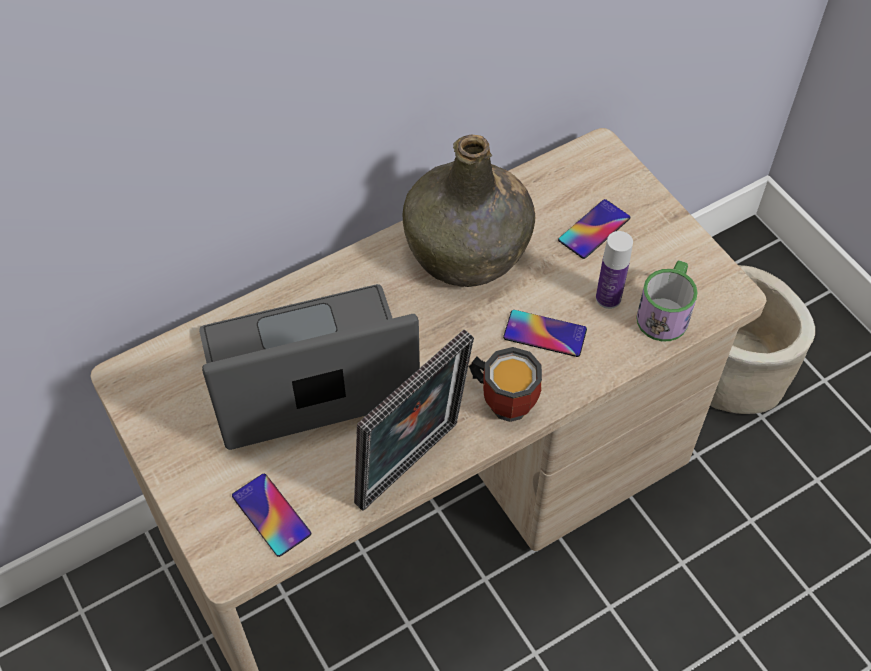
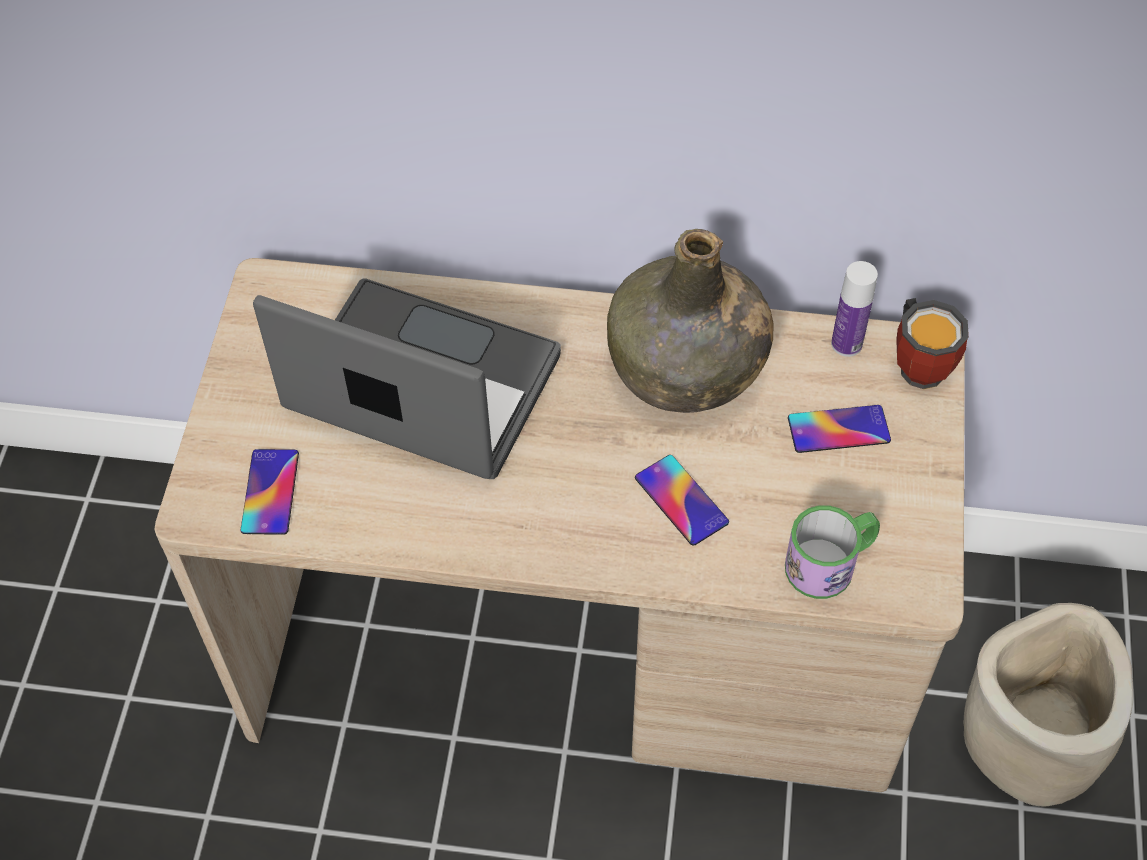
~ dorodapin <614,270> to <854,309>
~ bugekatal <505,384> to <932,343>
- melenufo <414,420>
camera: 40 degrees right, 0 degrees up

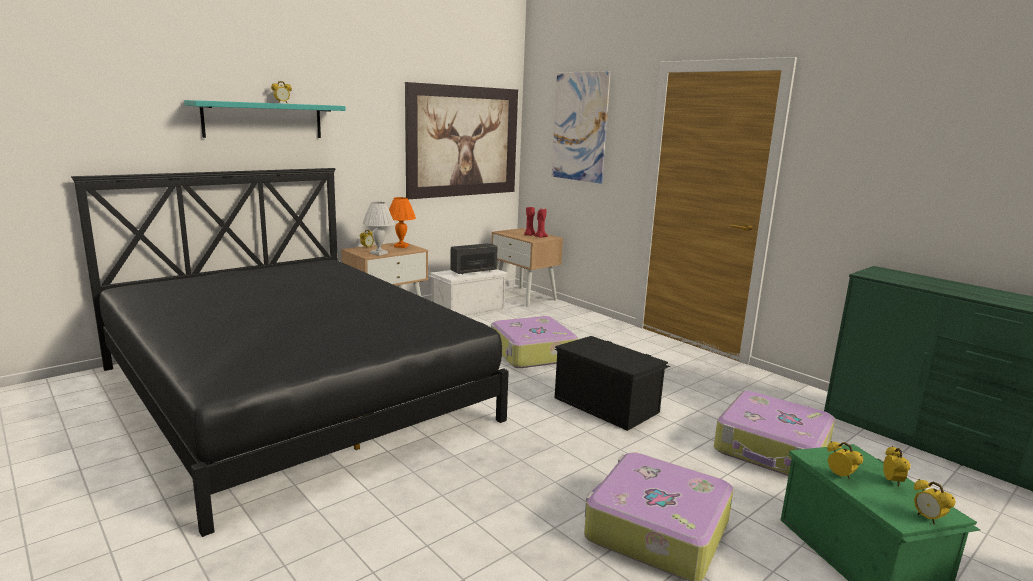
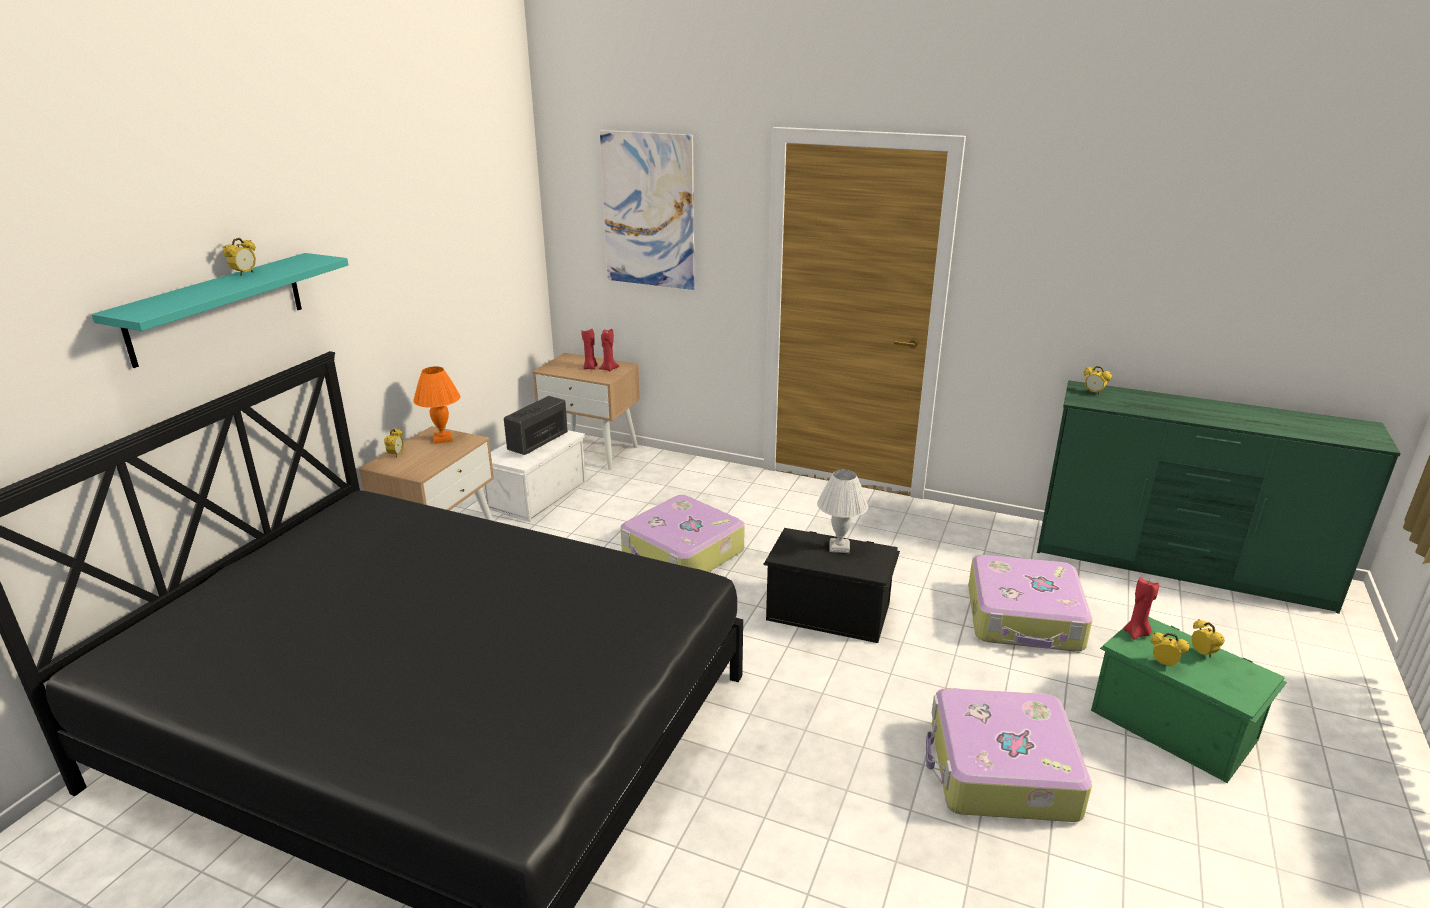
~ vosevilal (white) <378,229> to <842,511>
~ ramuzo <934,501> to <1098,380>
+ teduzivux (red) <1141,608>
- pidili <461,140>
camera: 25 degrees left, 10 degrees up

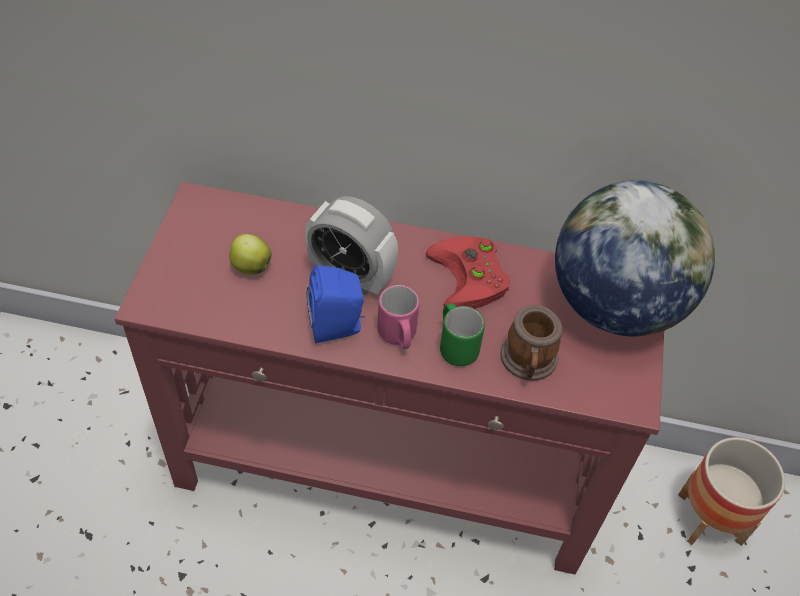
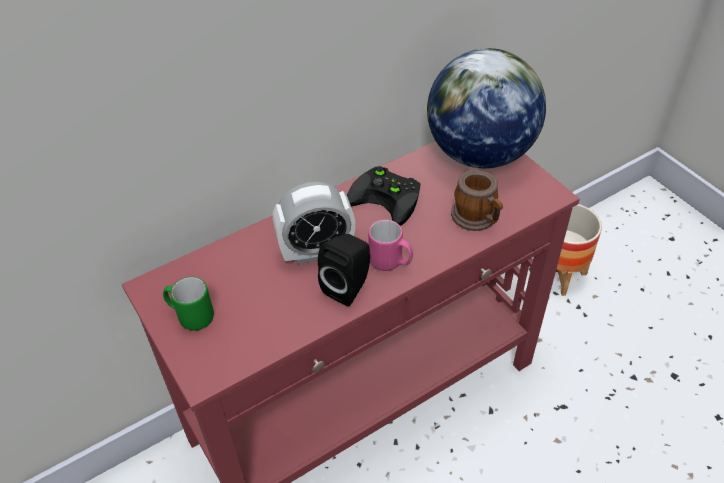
~ bugekatal (green) <462,334> to <188,304>
~ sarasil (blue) <336,304> to sarasil (black) <344,270>
~ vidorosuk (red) <467,272> to vidorosuk (black) <383,196>
- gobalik <250,254>
camera: 40 degrees left, 5 degrees down

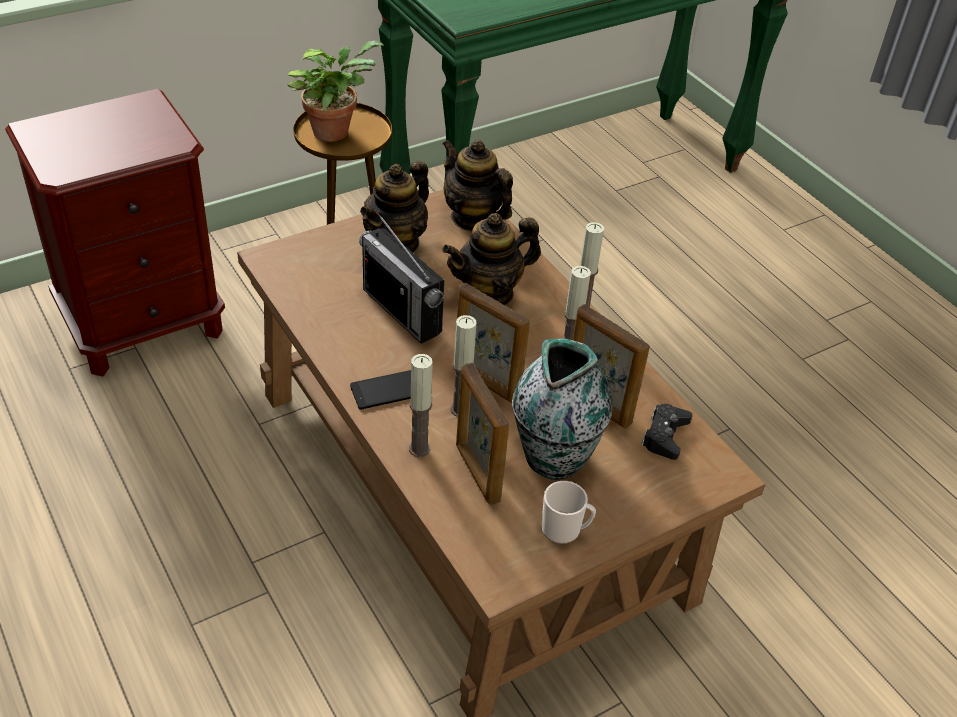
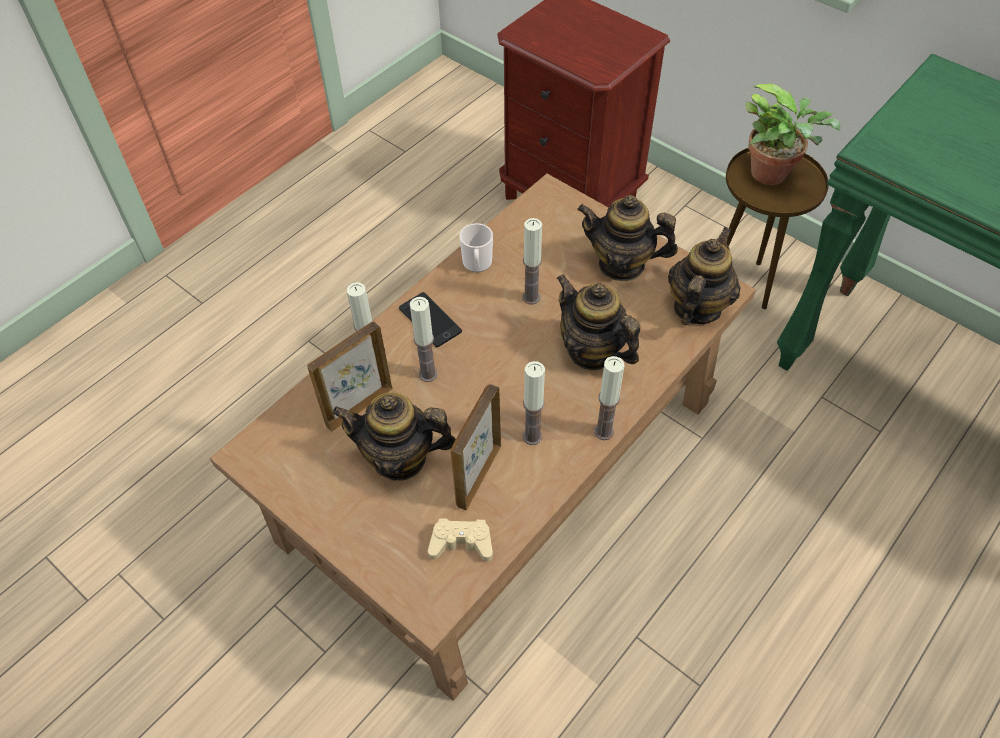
~ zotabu <562,409> to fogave <394,436>
~ vidorosuk (black) <667,432> to vidorosuk (beige) <460,539>
~ bugekatal <568,512> to <476,248>
~ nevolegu <401,277> to teduzivux <532,261>
- melenufo <493,343>
camera: 75 degrees right, 10 degrees up

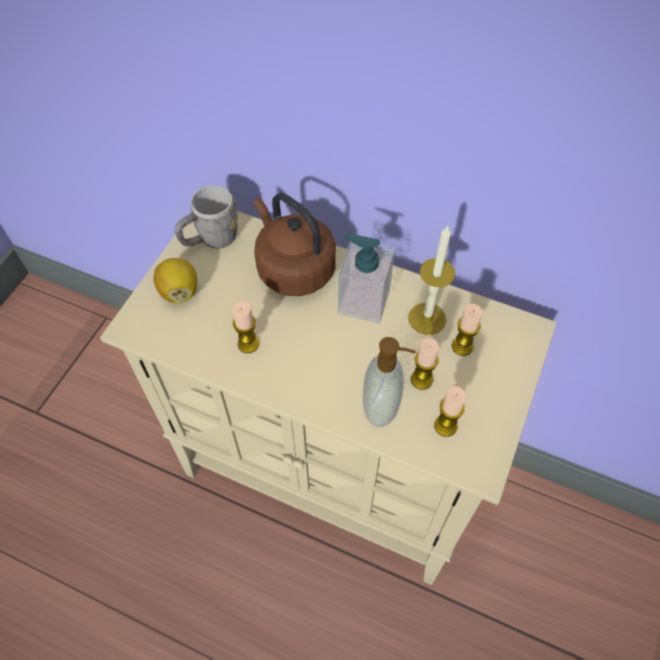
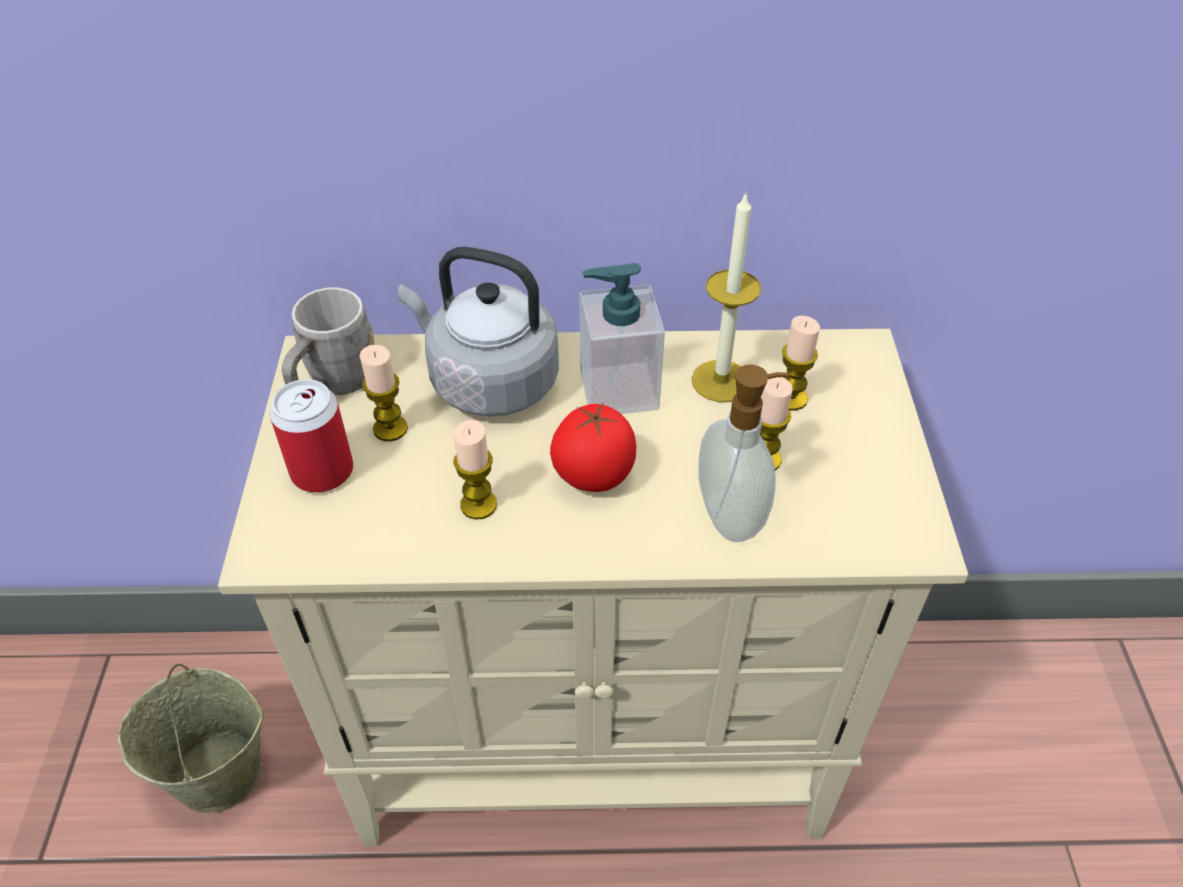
+ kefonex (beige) <190,738>
~ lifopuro <175,280> to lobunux <311,436>
~ teduzivux <450,411> to <384,393>
~ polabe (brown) <295,244> to polabe (grey) <478,332>
+ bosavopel <593,447>
camera: 25 degrees left, 10 degrees down

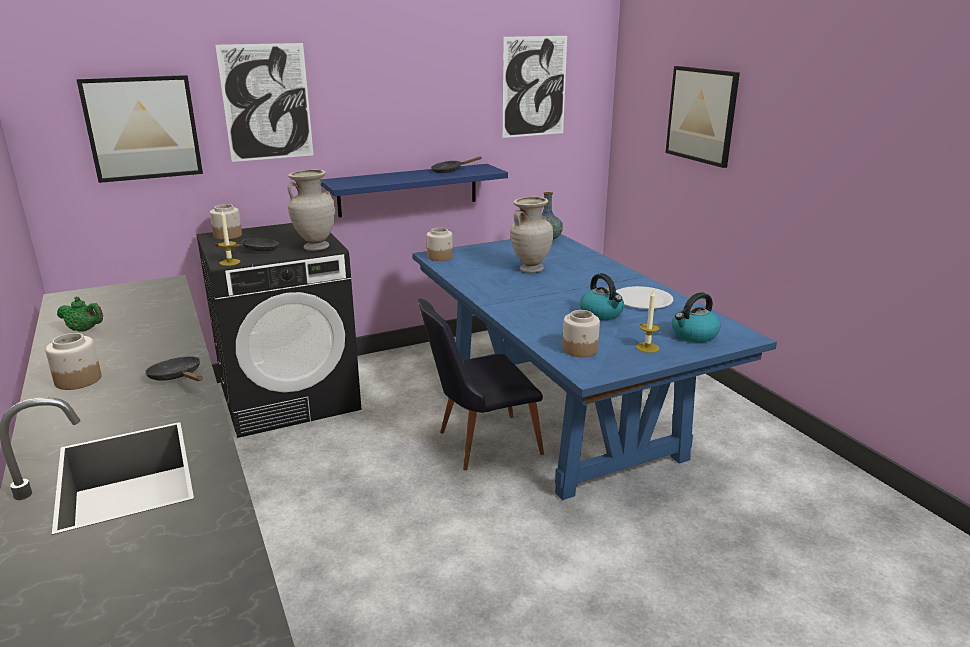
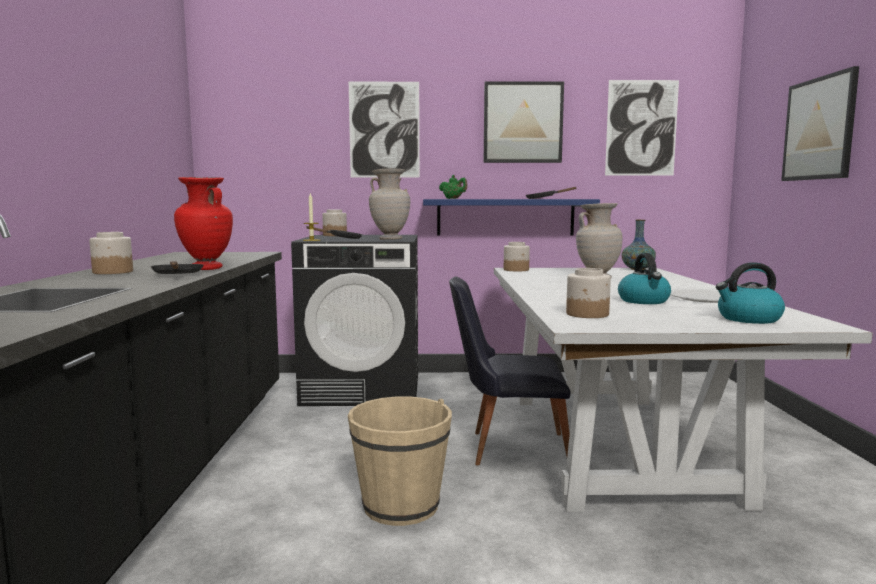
+ zotabu (red) <203,223>
+ kefonex (beige) <400,461>
~ fogave (green) <80,314> to <453,187>
~ pidili <139,129> to <524,122>
~ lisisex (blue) <594,367> to lisisex (white) <683,390>
- teduzivux <648,322>
camera: 25 degrees right, 15 degrees down

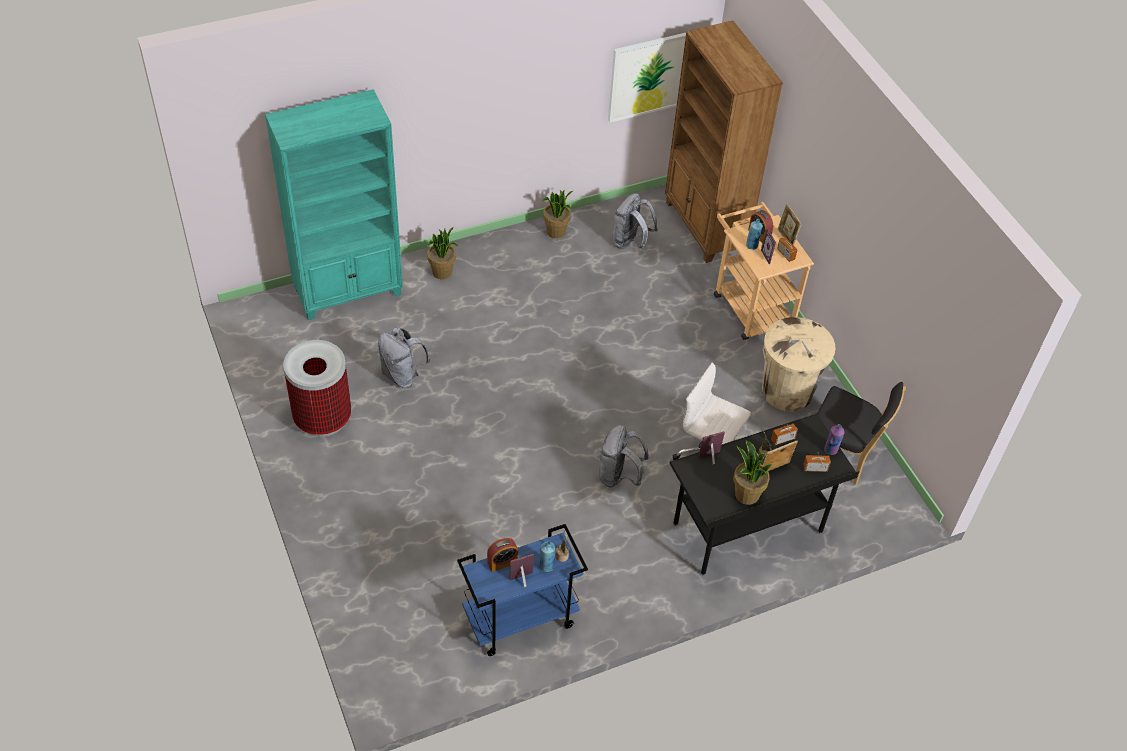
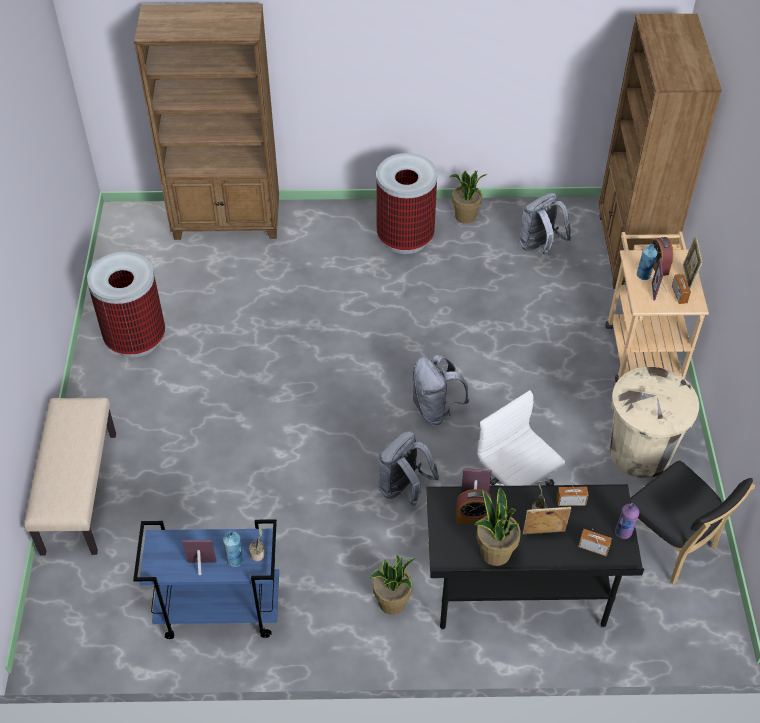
+ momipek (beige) <70,477>
~ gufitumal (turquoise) <334,204> to gufitumal (brown) <206,122>
~ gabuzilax <442,253> to <392,584>
+ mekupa <406,203>
~ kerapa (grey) <404,357> to <440,389>
~ ramuzo <502,555> to <473,506>
- pidili <647,78>
camera: 25 degrees right, 0 degrees up

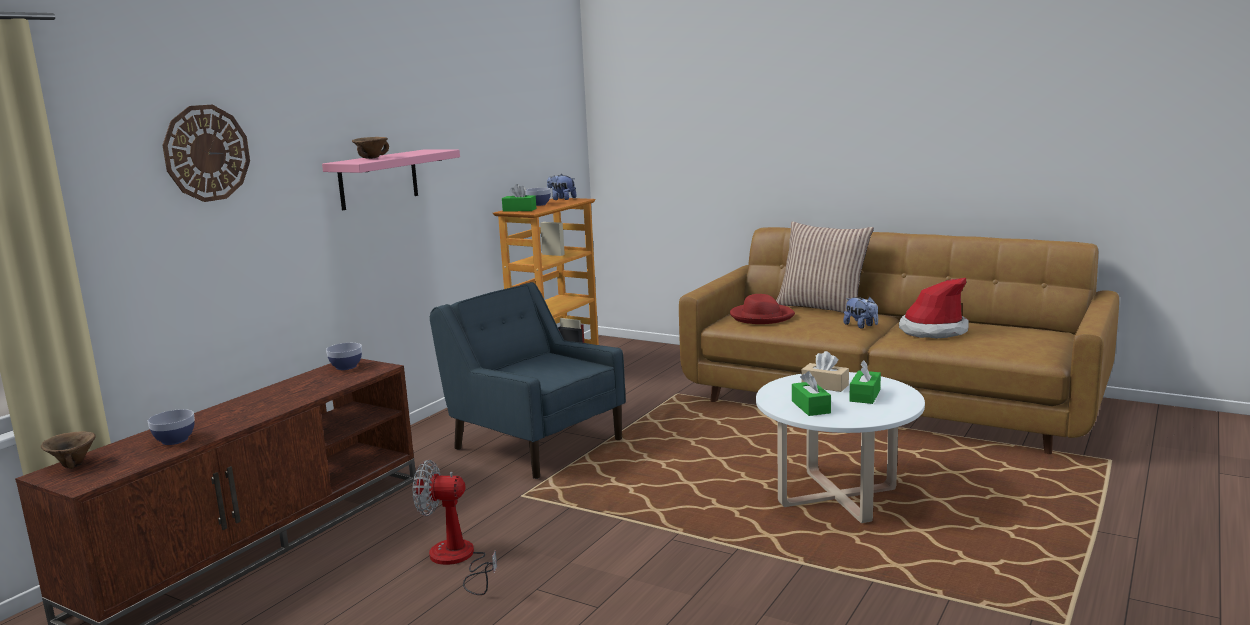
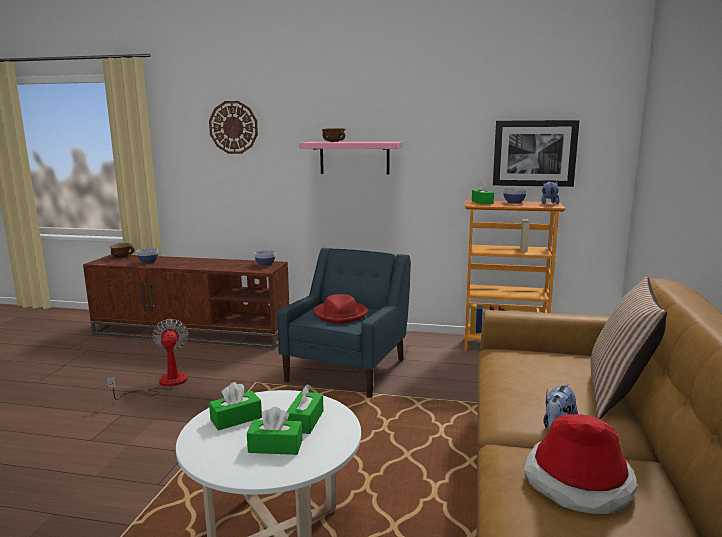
~ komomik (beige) <825,371> to komomik (green) <304,409>
~ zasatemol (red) <762,309> to <340,309>
+ pidili <536,153>
camera: 70 degrees right, 0 degrees up

